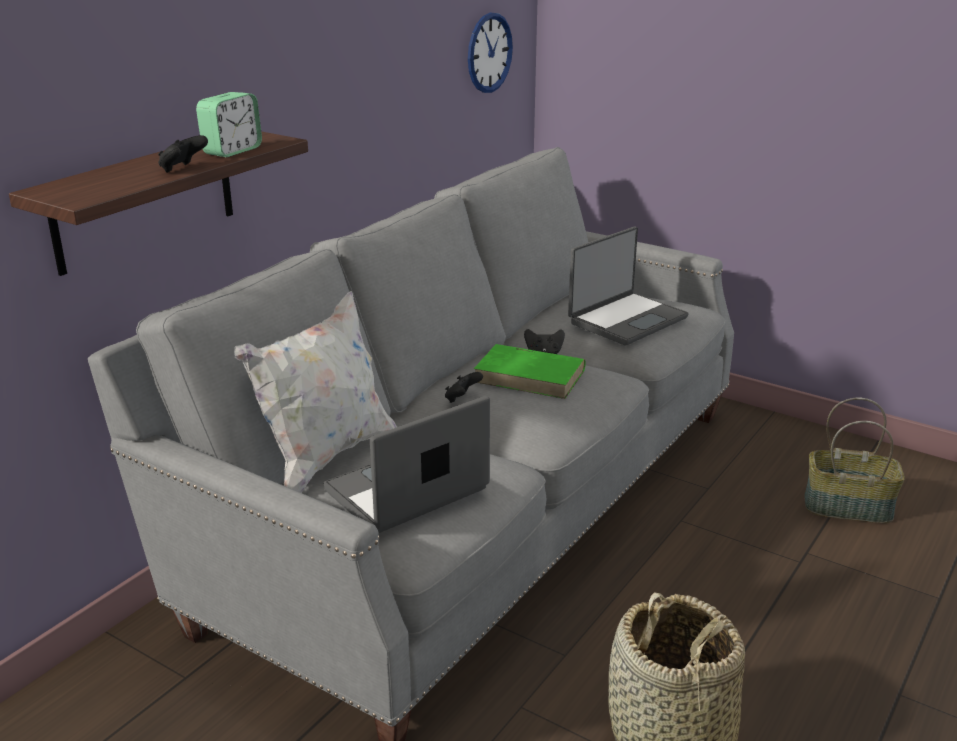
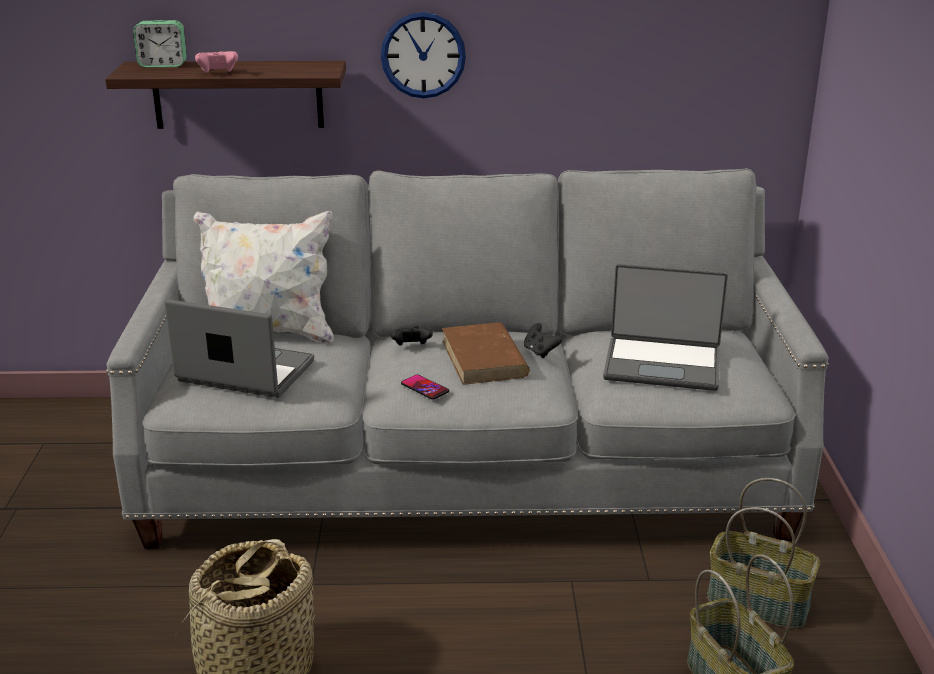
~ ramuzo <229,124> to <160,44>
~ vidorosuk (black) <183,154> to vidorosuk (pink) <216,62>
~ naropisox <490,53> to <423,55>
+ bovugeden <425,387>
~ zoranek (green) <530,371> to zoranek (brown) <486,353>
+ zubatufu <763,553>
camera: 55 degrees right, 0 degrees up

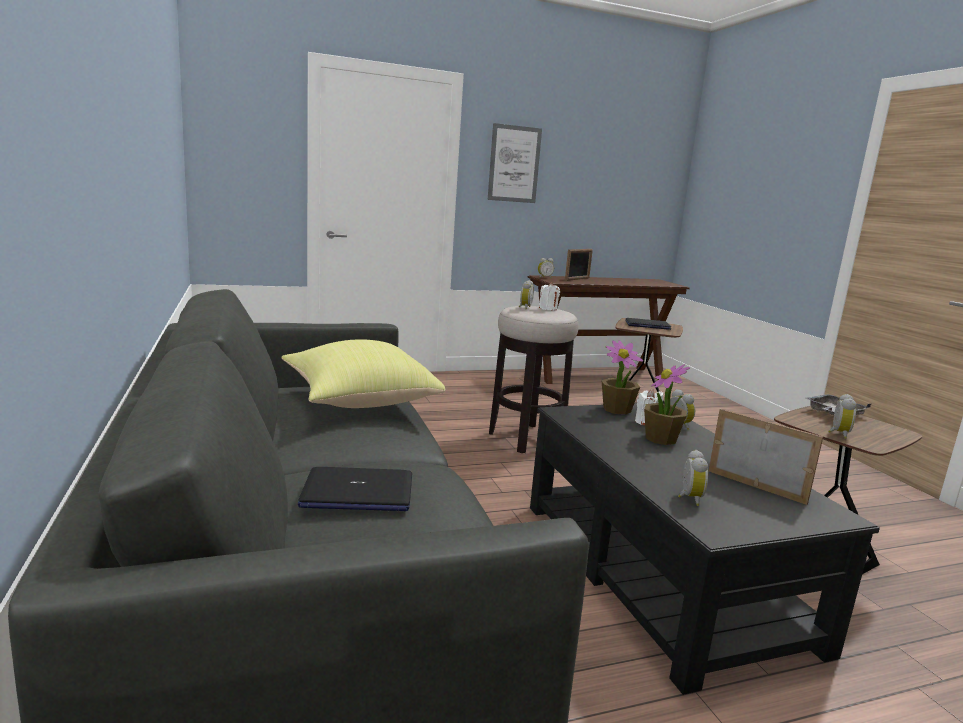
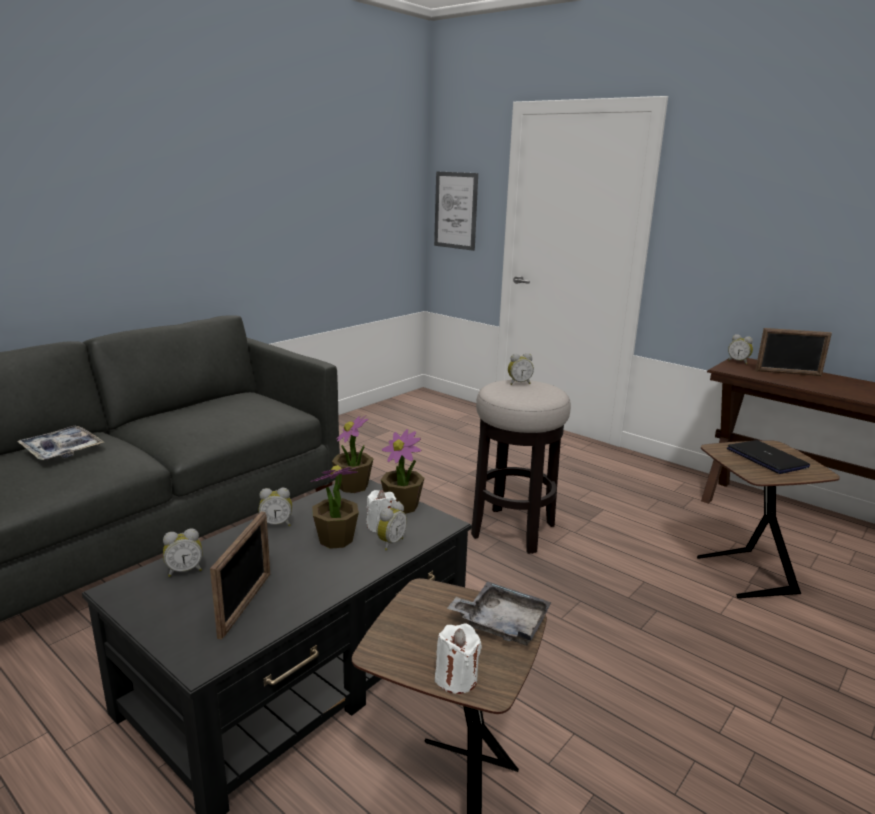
~ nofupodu <355,489> to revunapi <60,443>
~ ramuzo <842,416> to <275,507>
+ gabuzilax <353,454>
~ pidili <515,163> to <456,211>
~ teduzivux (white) <549,296> to <458,658>
- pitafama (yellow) <363,373>
camera: 60 degrees right, 5 degrees up

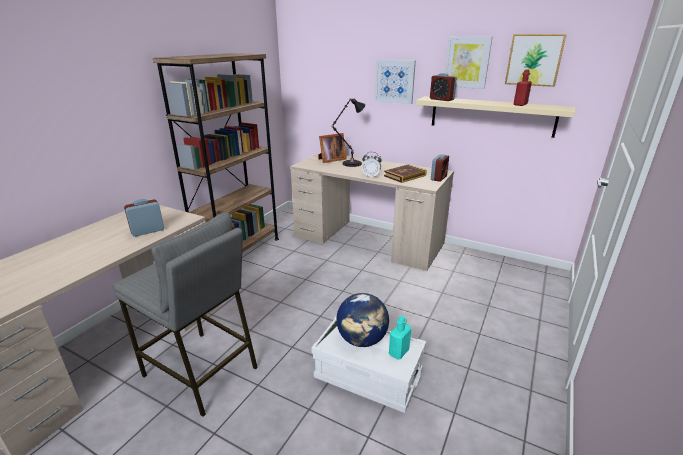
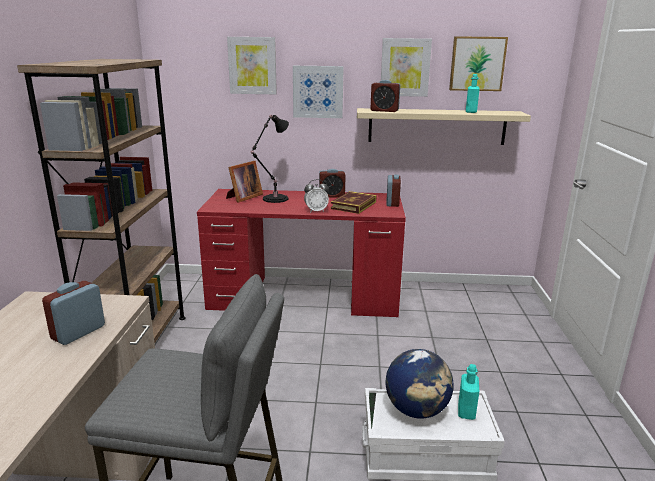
~ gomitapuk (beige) <372,211> to gomitapuk (red) <301,253>
+ pidili <252,65>
+ ramuzo <332,183>
~ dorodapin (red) <523,88> to dorodapin (turquoise) <472,93>
camera: 25 degrees left, 5 degrees down

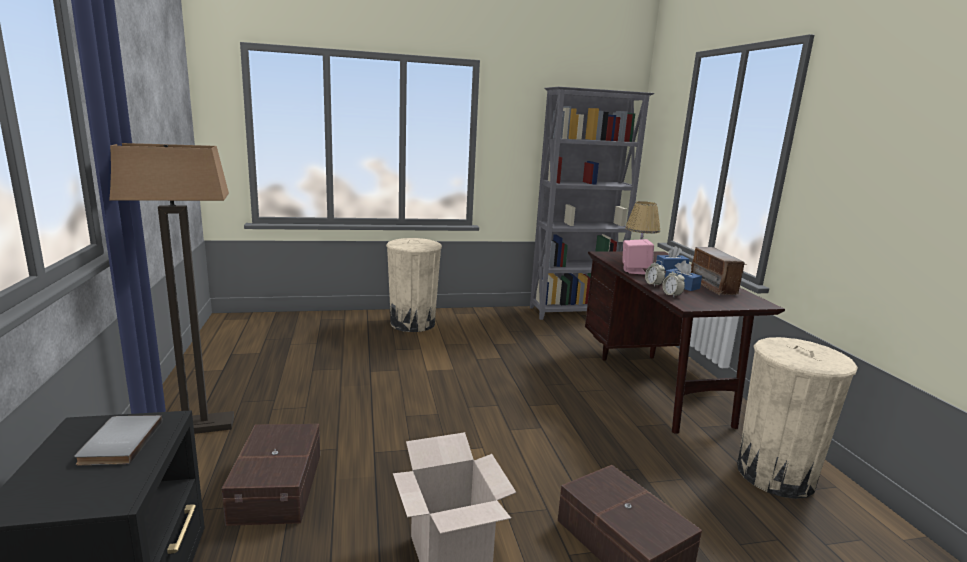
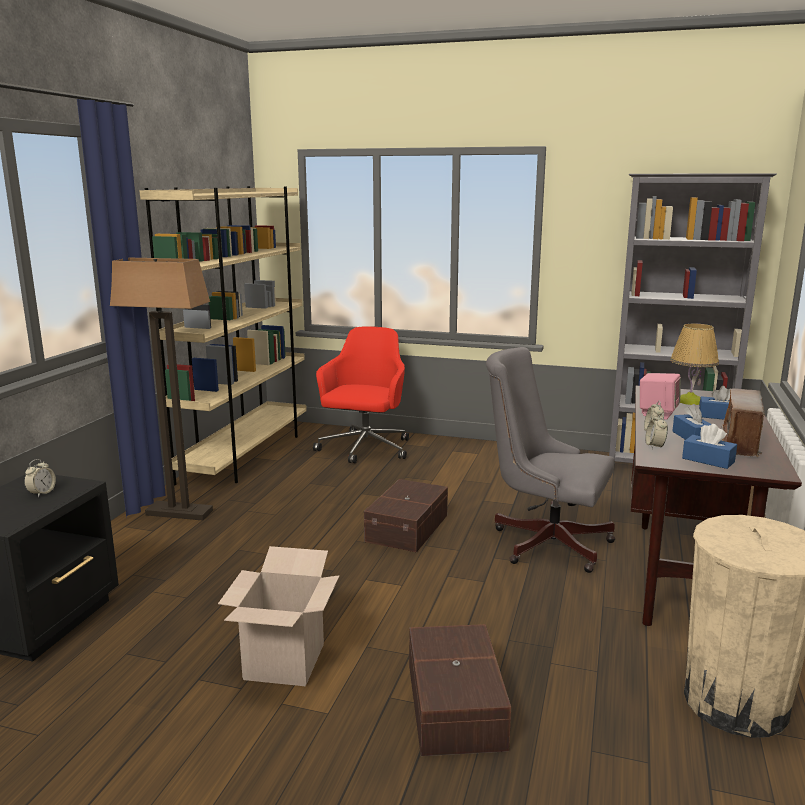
~ zoranek (grey) <118,440> to ramuzo <40,478>
+ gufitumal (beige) <223,335>
+ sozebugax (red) <361,394>
~ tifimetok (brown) <271,475> to <406,515>
+ sozebugax (grey) <550,460>
+ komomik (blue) <709,446>
- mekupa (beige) <414,285>
camera: 30 degrees right, 0 degrees up

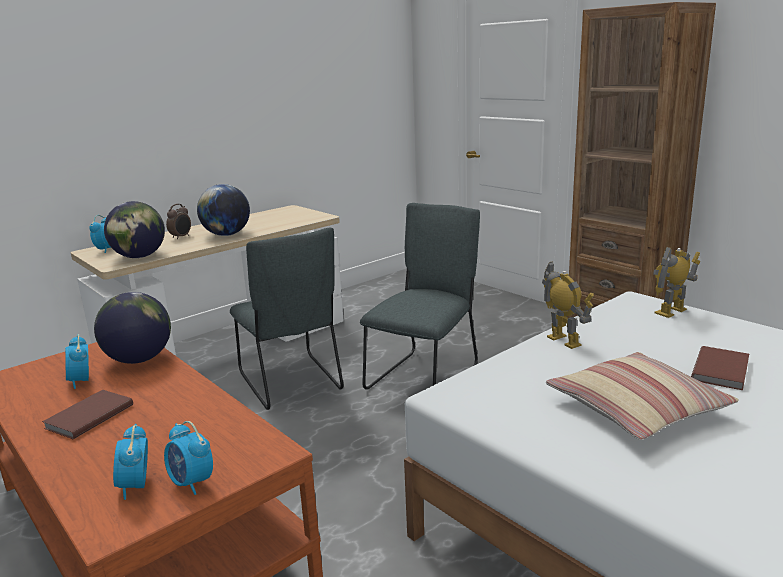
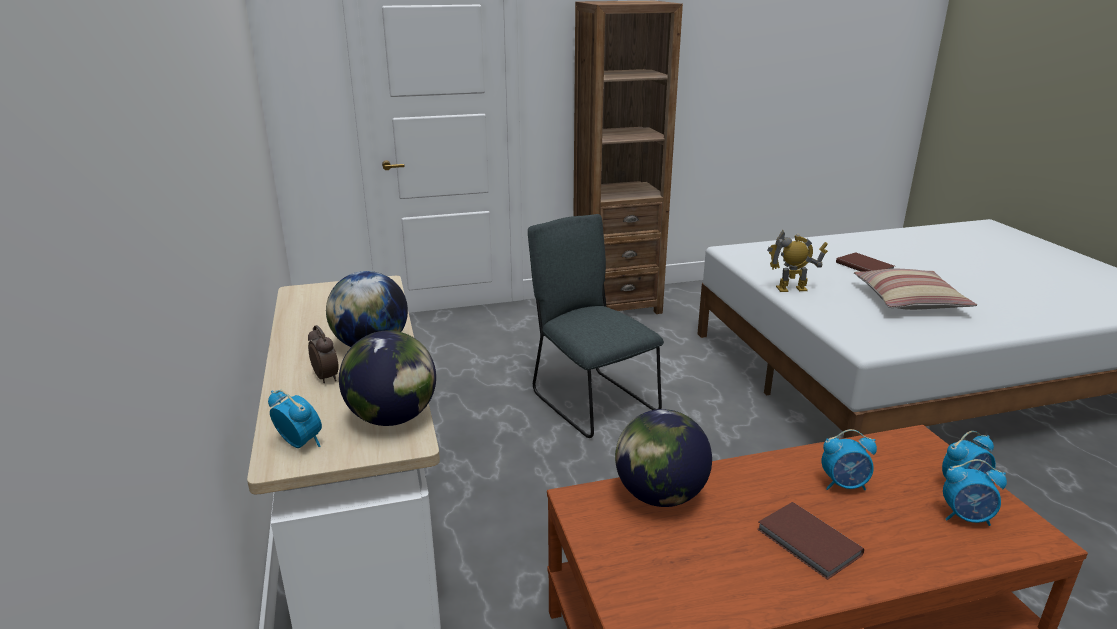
~ ramuzo <77,361> to <849,459>
- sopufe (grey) <286,318>
- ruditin <676,282>
camera: 65 degrees left, 5 degrees up

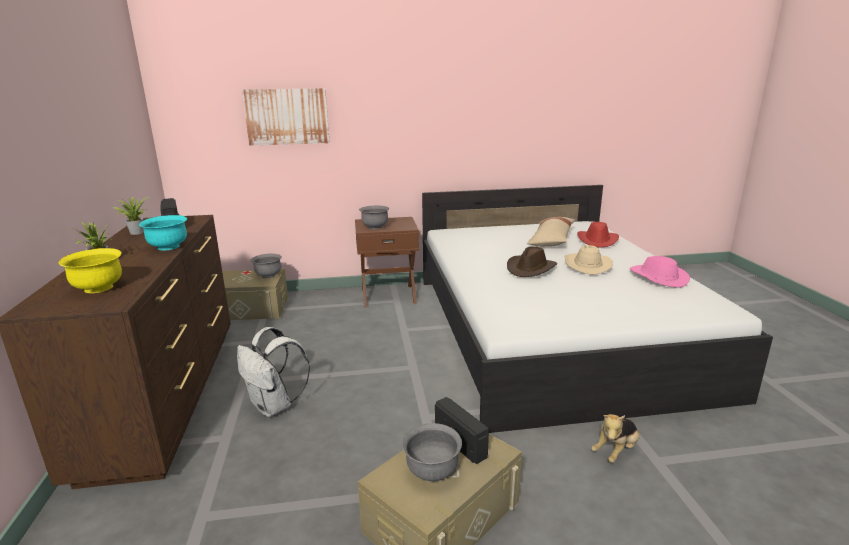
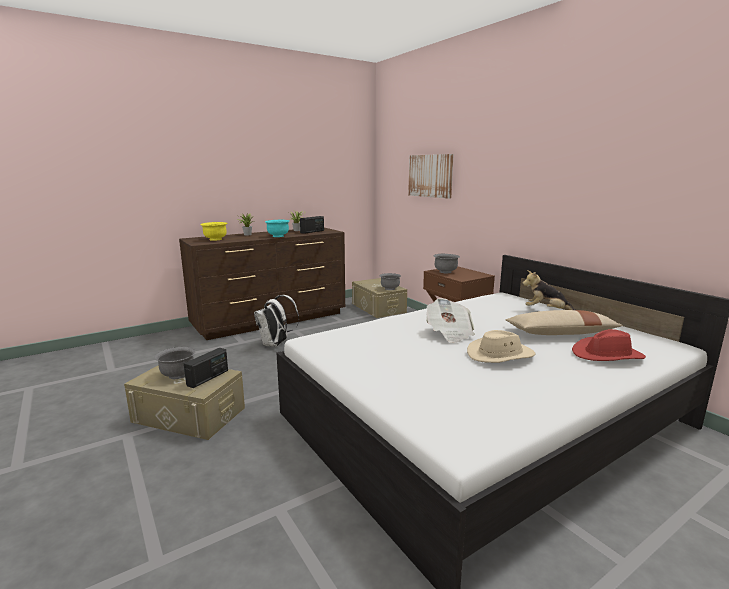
~ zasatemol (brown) <532,261> to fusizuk <450,320>
~ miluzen <615,438> to <548,290>
- zasatemol (pink) <660,272>
camera: 65 degrees right, 5 degrees down

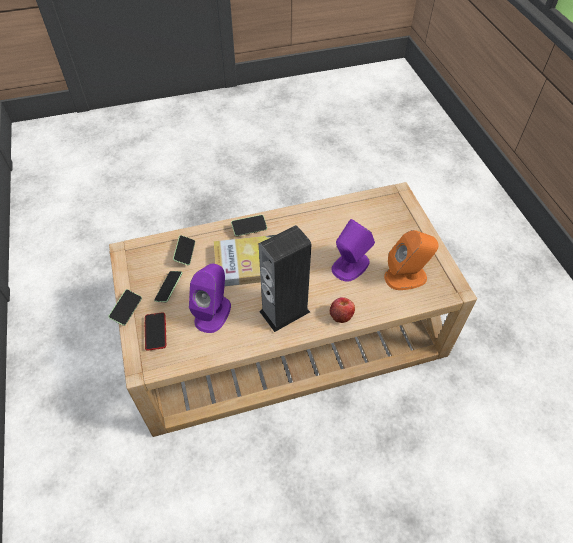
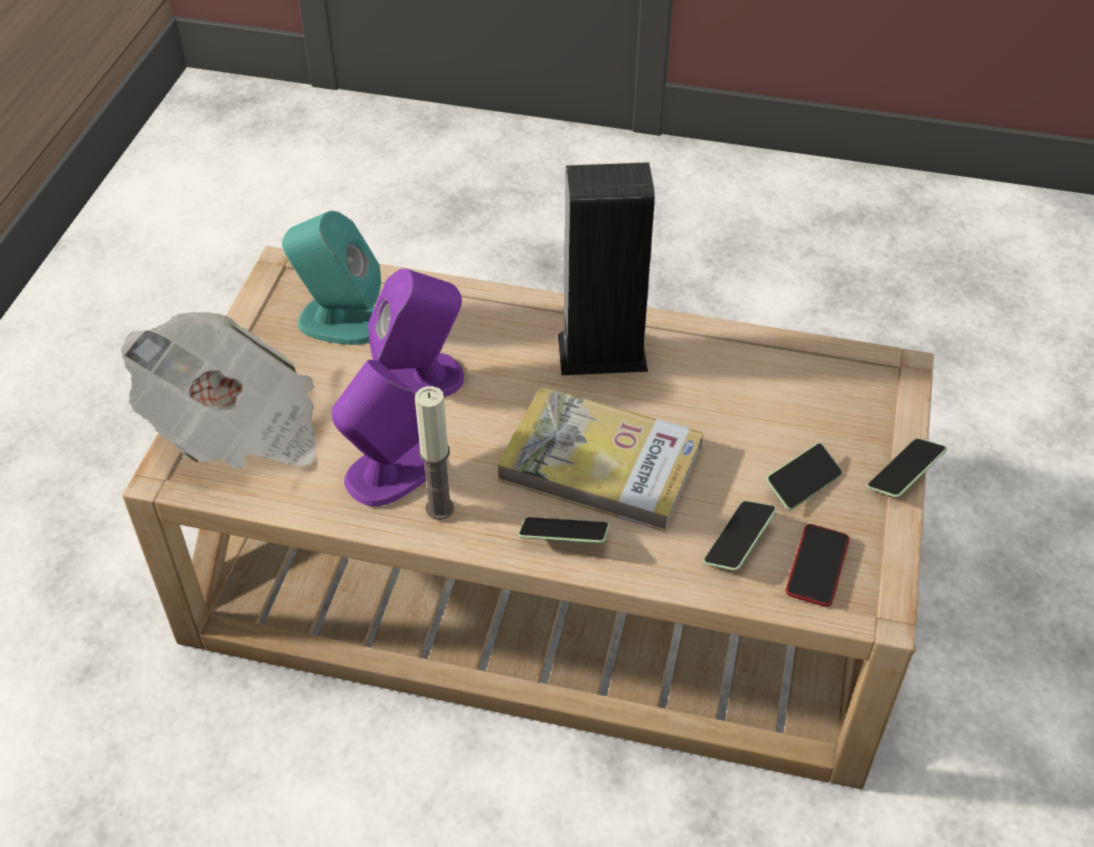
+ fusizuk <218,390>
~ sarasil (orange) <411,260> to sarasil (turquoise) <331,278>
~ sarasil (purple) <210,298> to <378,433>
+ teduzivux <434,453>
~ bovugeden <155,331> to <818,565>
- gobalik <342,310>
camera: 150 degrees left, 5 degrees down

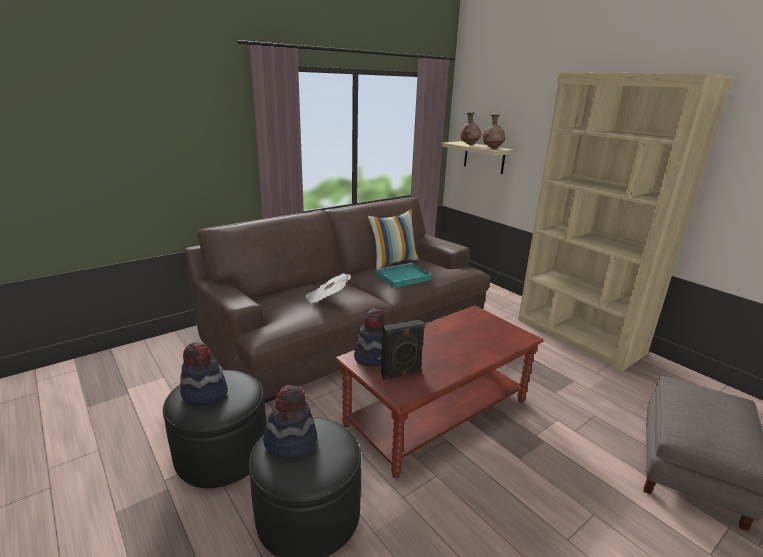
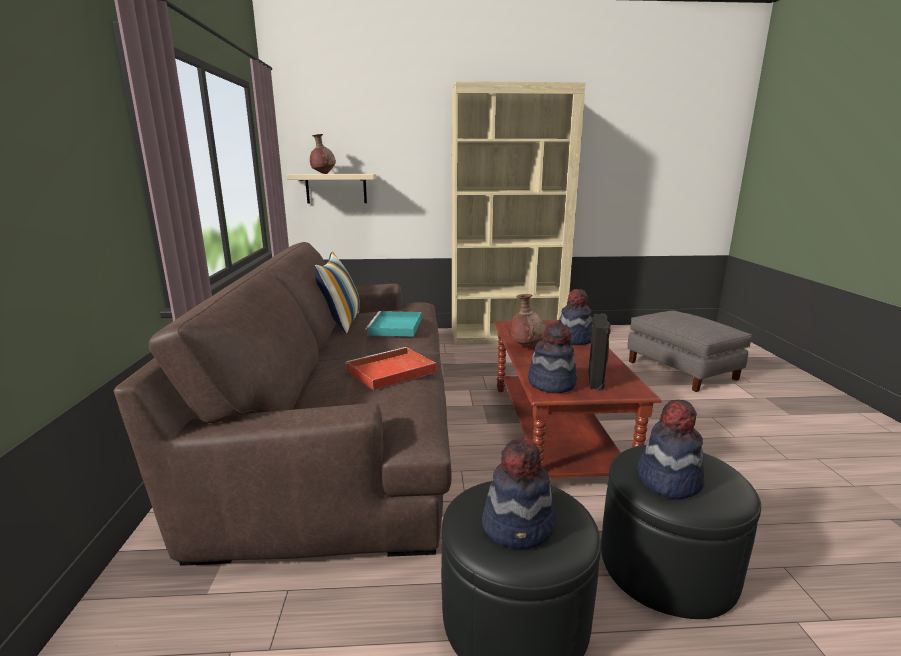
~ fusizuk <328,288> to revunapi (red) <391,368>
~ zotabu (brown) <494,132> to <527,320>
+ zasatemol <576,317>
camera: 55 degrees left, 5 degrees down

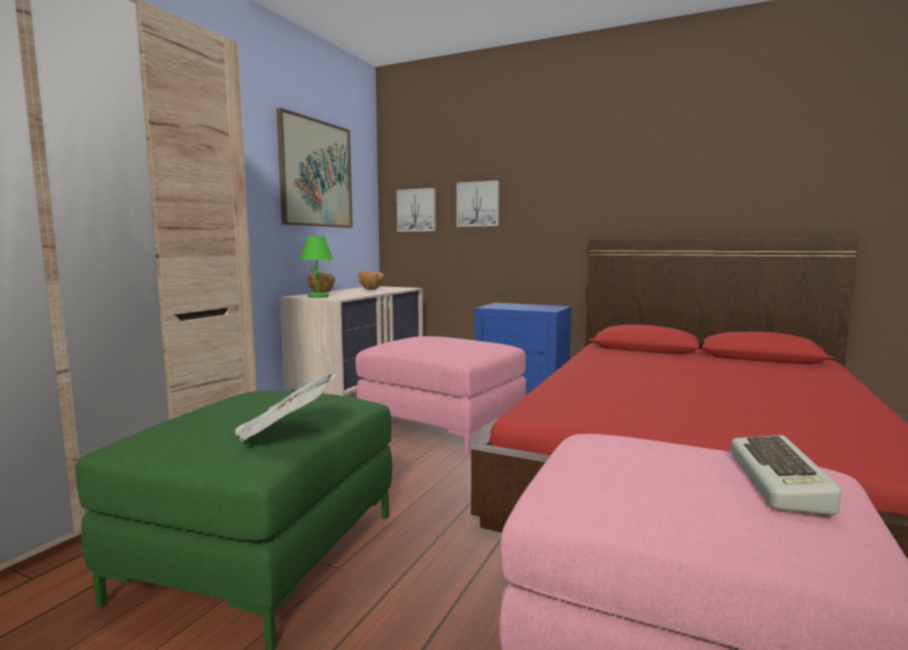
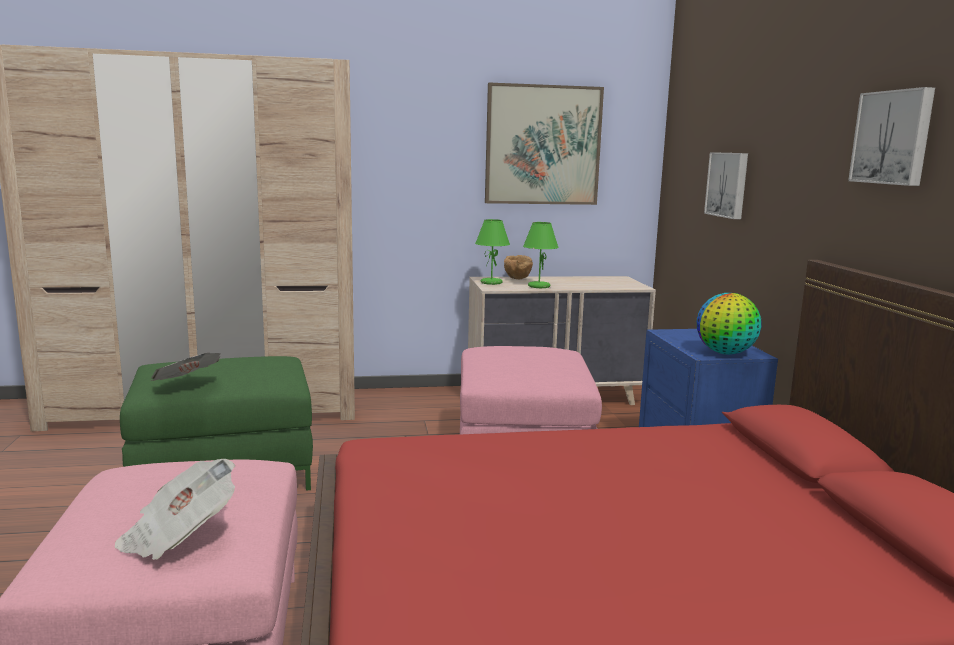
~ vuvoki <786,475> to fusizuk <175,509>
+ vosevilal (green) <541,255>
+ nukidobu <729,324>
~ pidili <416,210> to <891,136>
- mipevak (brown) <371,280>
camera: 55 degrees right, 5 degrees up

